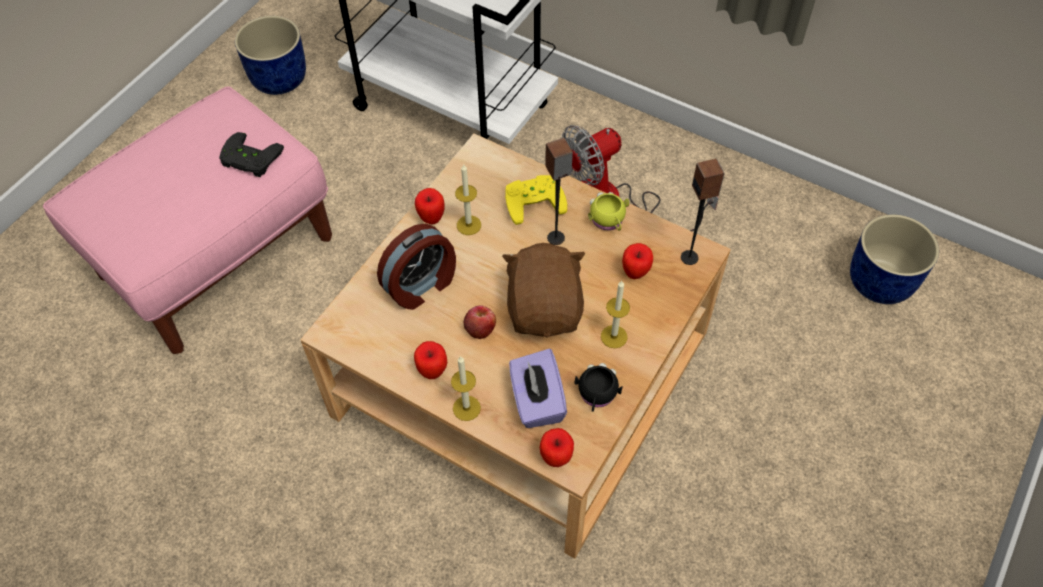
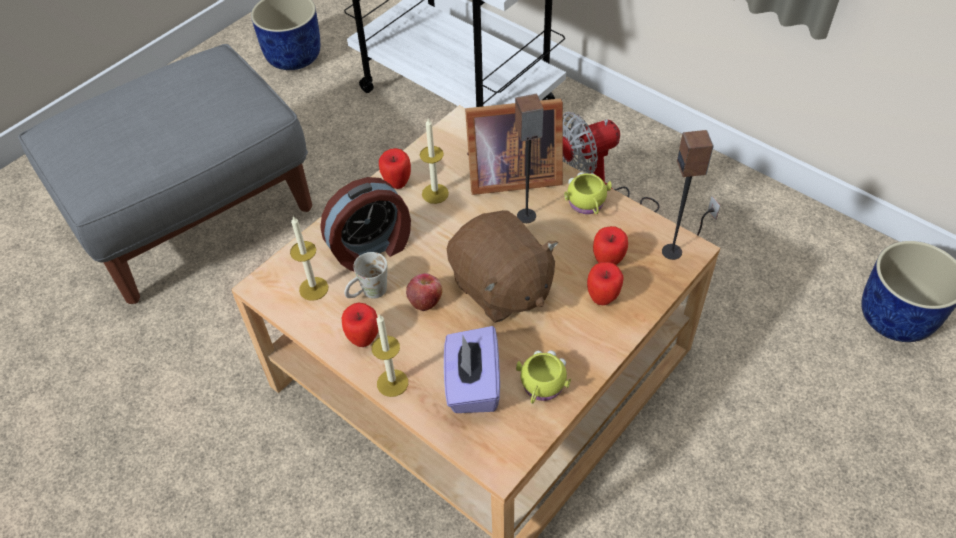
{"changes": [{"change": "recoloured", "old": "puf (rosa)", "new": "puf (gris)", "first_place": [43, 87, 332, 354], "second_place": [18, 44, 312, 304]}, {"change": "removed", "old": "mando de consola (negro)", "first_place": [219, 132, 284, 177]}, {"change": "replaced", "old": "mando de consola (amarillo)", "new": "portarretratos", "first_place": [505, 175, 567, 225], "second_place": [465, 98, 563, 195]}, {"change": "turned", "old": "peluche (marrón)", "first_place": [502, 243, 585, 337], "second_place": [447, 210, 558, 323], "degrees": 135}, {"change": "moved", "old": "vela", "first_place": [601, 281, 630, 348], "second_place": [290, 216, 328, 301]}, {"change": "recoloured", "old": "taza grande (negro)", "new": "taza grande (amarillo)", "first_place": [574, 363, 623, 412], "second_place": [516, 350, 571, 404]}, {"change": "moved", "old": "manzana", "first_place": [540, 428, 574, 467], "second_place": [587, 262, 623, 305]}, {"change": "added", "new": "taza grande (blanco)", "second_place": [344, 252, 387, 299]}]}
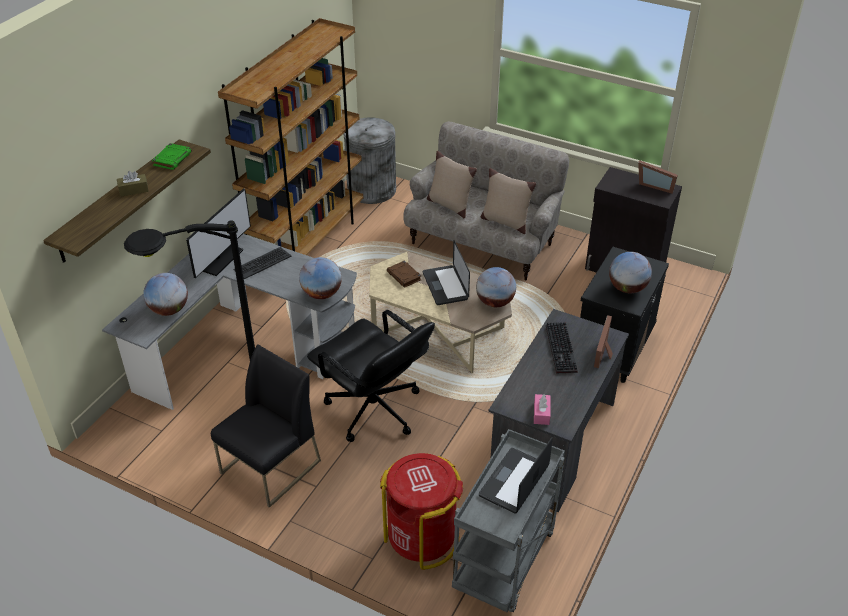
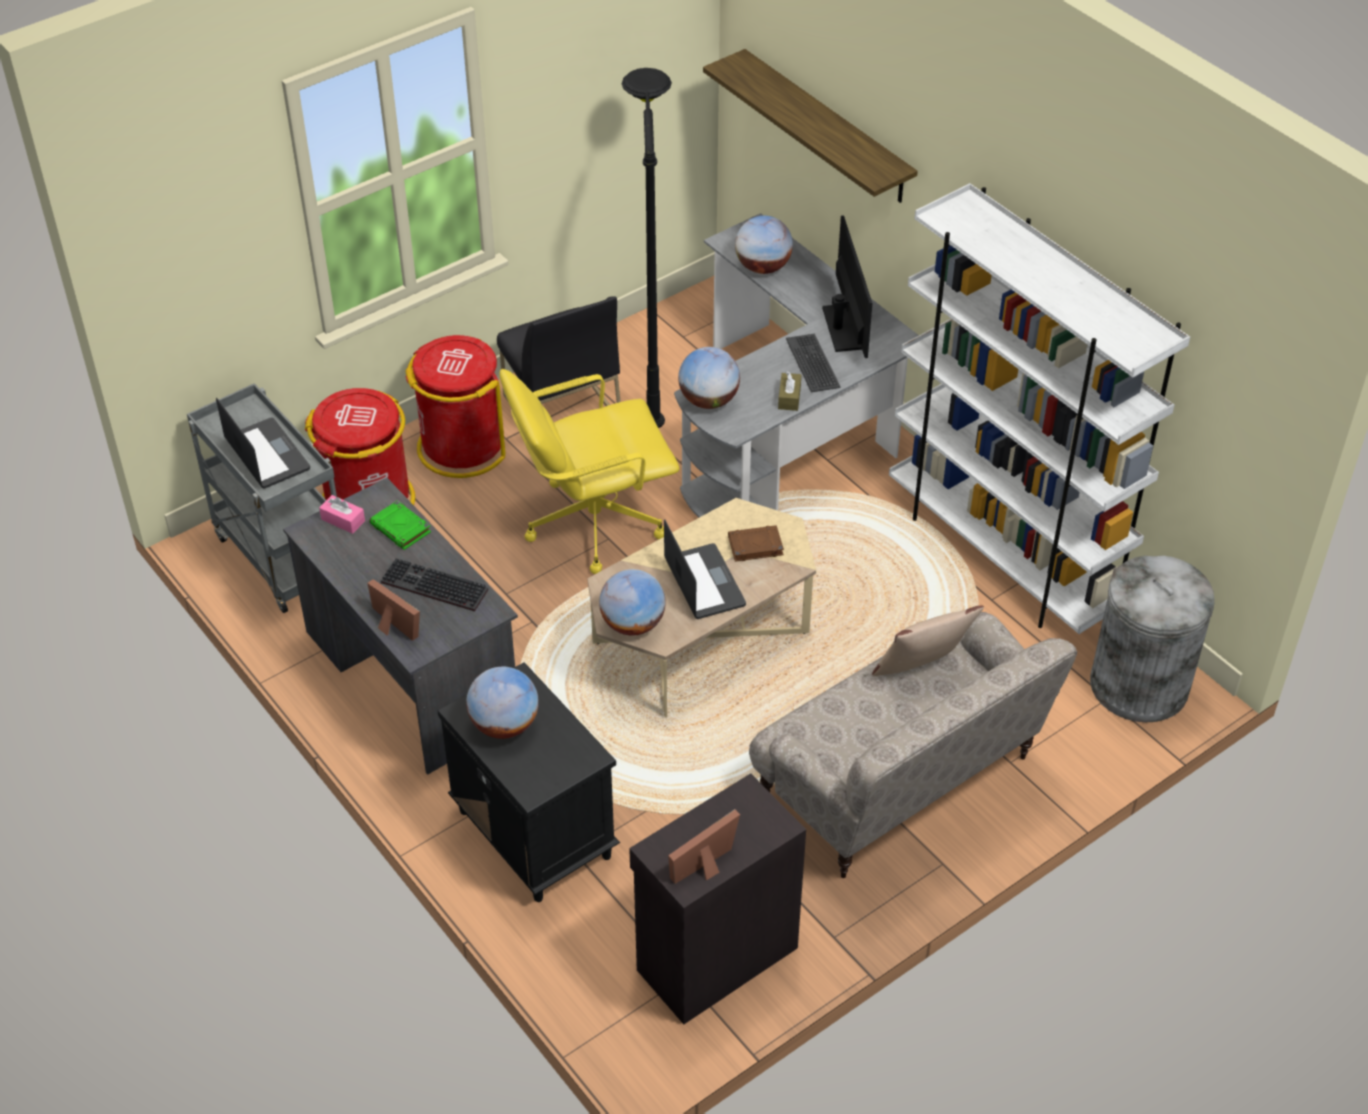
{"changes": [{"change": "recoloured", "old": "estantería (marrón)", "new": "estantería (blanco)", "first_place": [218, 18, 363, 255], "second_place": [889, 183, 1190, 634]}, {"change": "moved", "old": "libro (verde)", "first_place": [152, 143, 192, 170], "second_place": [369, 500, 431, 550]}, {"change": "removed", "old": "cojín (beis)", "first_place": [481, 168, 536, 234]}, {"change": "moved", "old": "caja de pañuelos (marrón)", "first_place": [117, 171, 149, 197], "second_place": [778, 371, 801, 411]}, {"change": "turned", "old": "monitor", "first_place": [186, 188, 251, 278], "second_place": [822, 215, 872, 358], "degrees": -150}, {"change": "turned", "old": "portátil", "first_place": [423, 240, 470, 305], "second_place": [664, 519, 746, 619], "degrees": 60}, {"change": "recoloured", "old": "silla de oficina (negro)", "new": "silla de oficina (amarillo)", "first_place": [307, 310, 435, 442], "second_place": [500, 369, 679, 574]}, {"change": "added", "new": "papelera (rojo)", "second_place": [405, 335, 505, 478]}]}
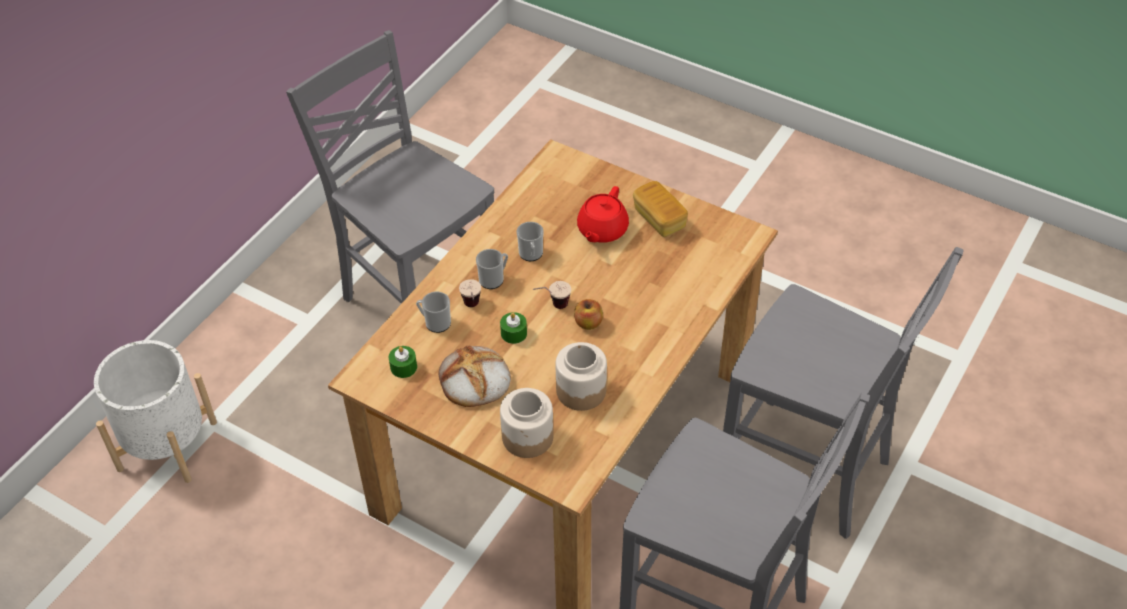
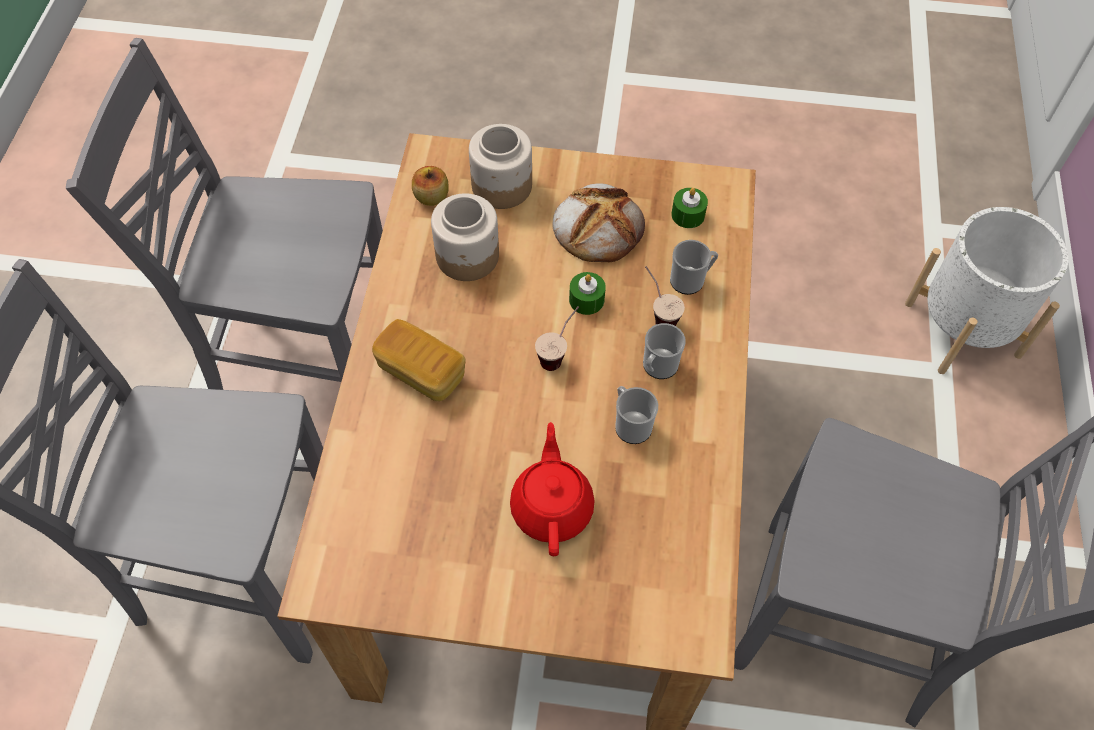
{"changes": [{"change": "moved", "old": "pan", "first_place": [633, 181, 688, 237], "second_place": [372, 319, 465, 401]}, {"change": "moved", "old": "manzana", "first_place": [574, 299, 603, 330], "second_place": [412, 166, 449, 206]}]}
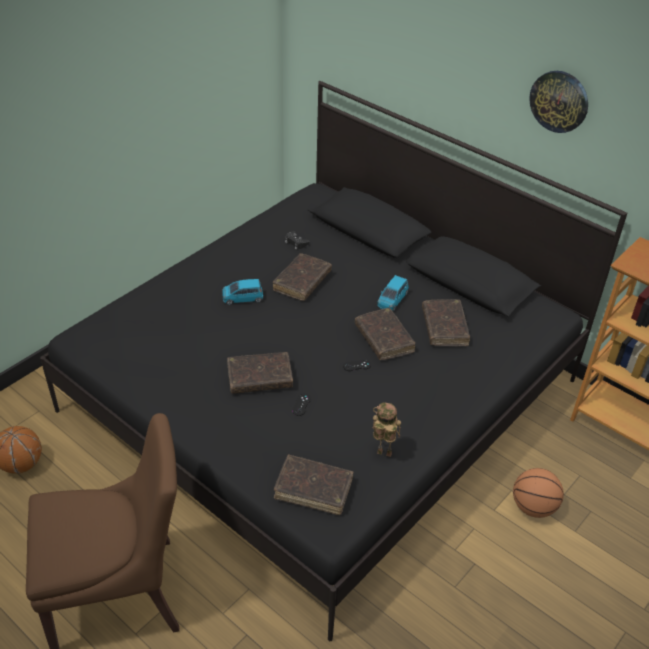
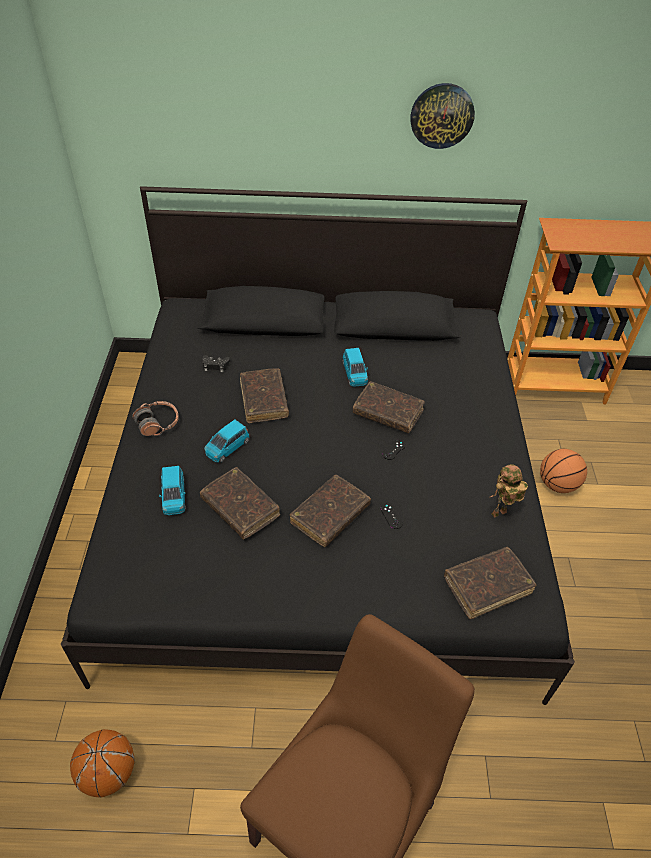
{"changes": [{"change": "moved", "old": "libro (marrón)", "first_place": [422, 299, 470, 346], "second_place": [200, 467, 280, 539]}, {"change": "added", "new": "auriculares", "second_place": [132, 401, 179, 436]}, {"change": "added", "new": "coche de juguete (azul)", "second_place": [159, 466, 186, 515]}]}
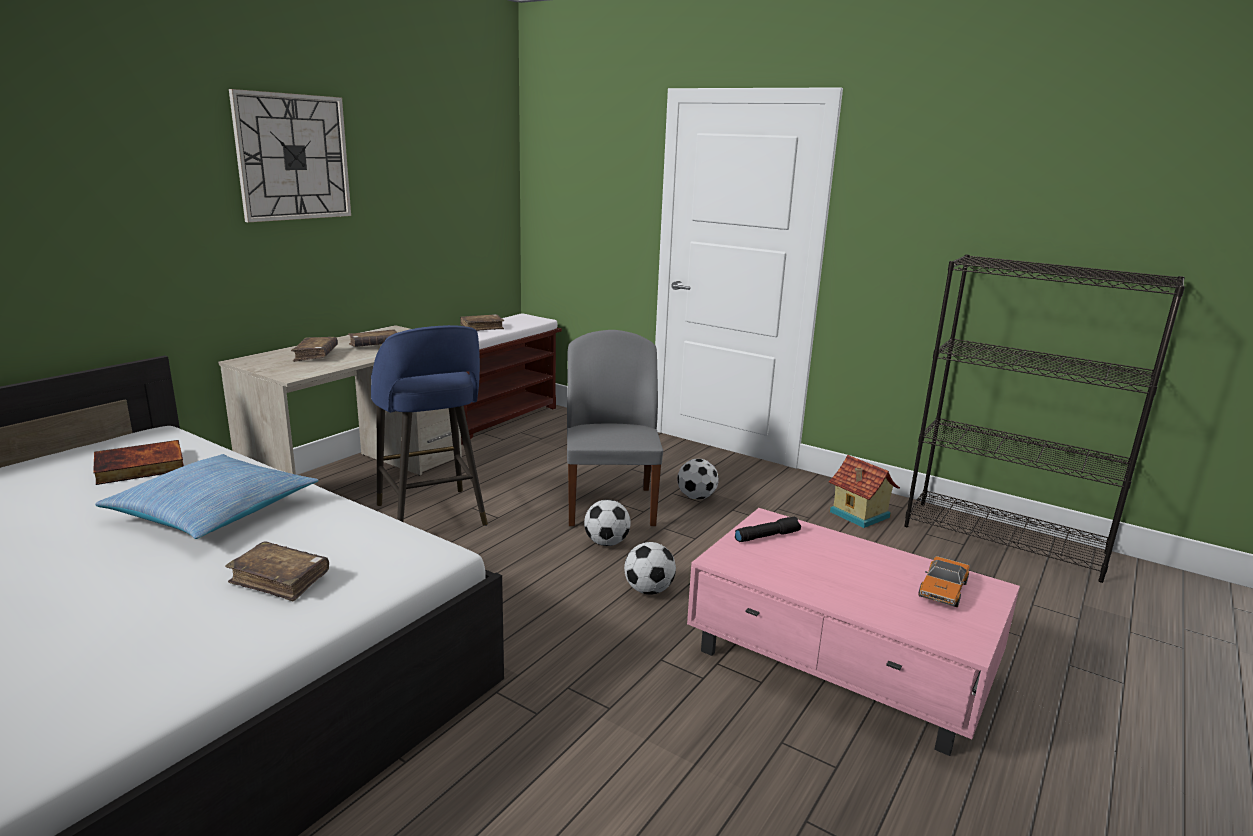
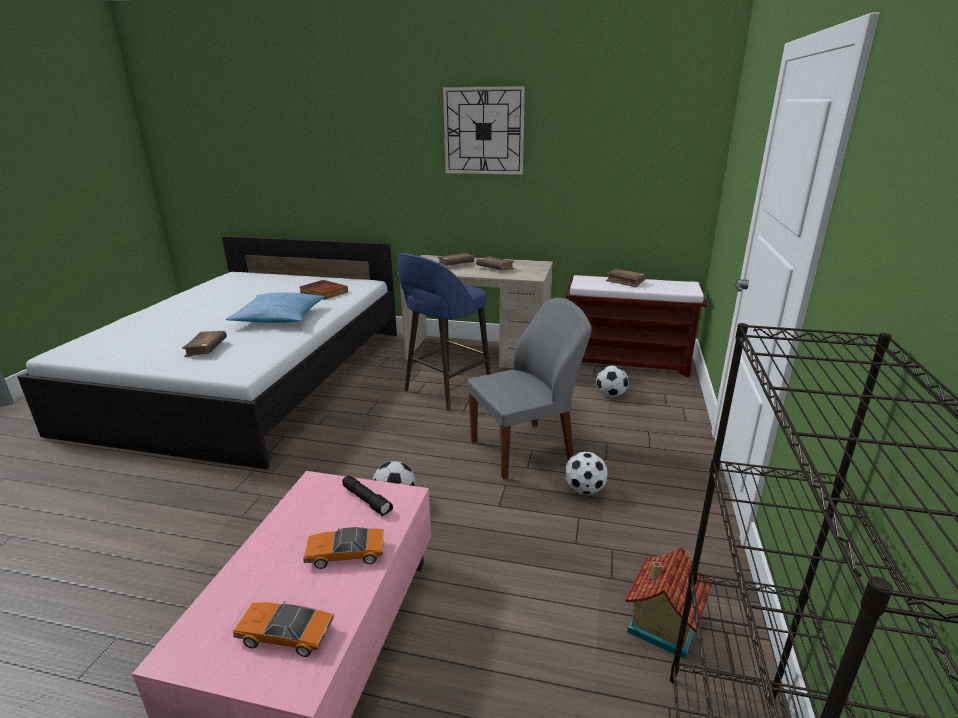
{"changes": [{"change": "moved", "old": "balón de fútbol", "first_place": [584, 499, 631, 546], "second_place": [596, 366, 629, 397]}, {"change": "added", "new": "coche de juguete", "second_place": [303, 527, 384, 569]}]}
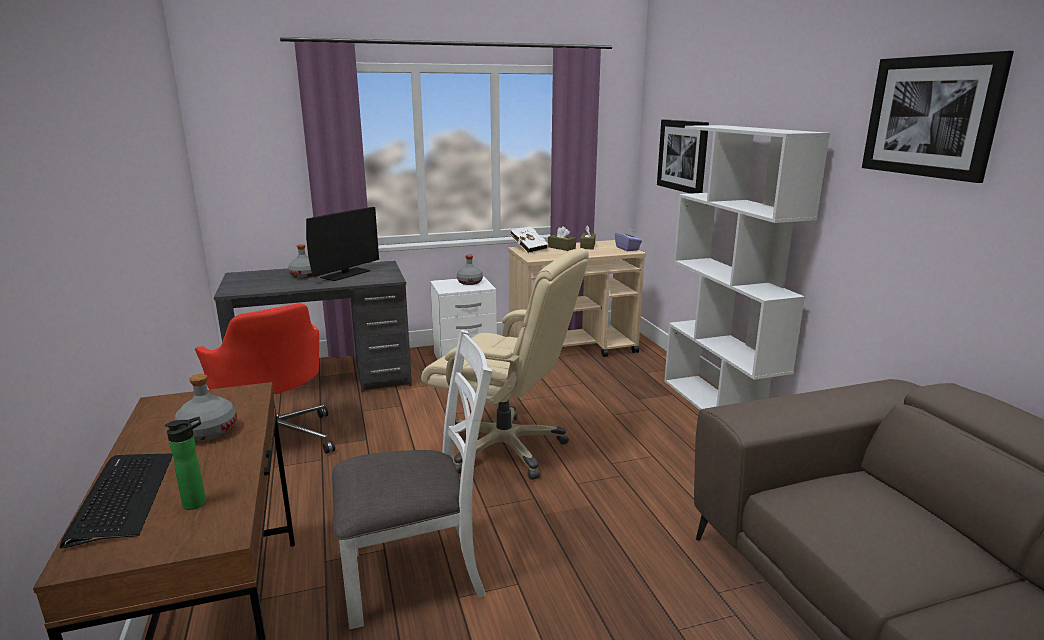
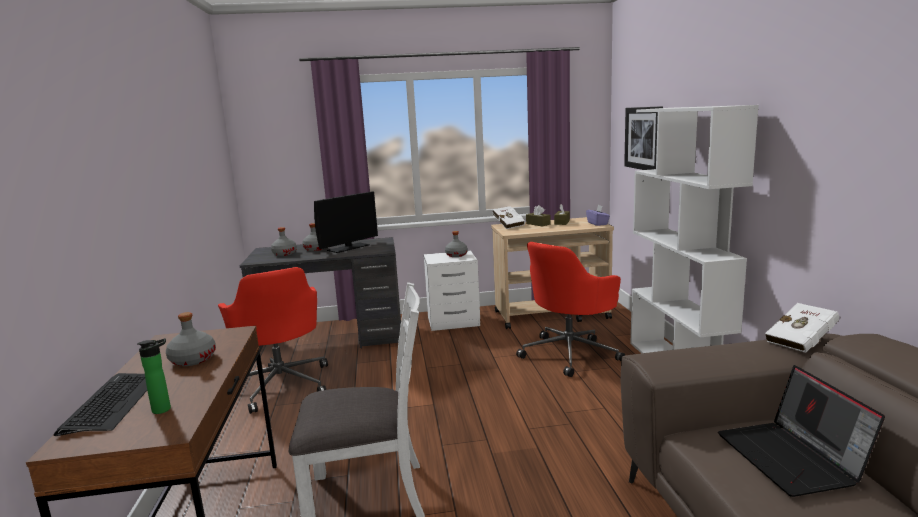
{"changes": [{"change": "removed", "old": "cuadro", "first_place": [862, 51, 1014, 183]}, {"change": "removed", "old": "silla de oficina (beis)", "first_place": [421, 248, 589, 480]}, {"change": "added", "new": "botella (gris)", "second_place": [271, 227, 297, 256]}, {"change": "added", "new": "silla de oficina (rojo)", "second_place": [516, 242, 625, 377]}, {"change": "added", "new": "libro (blanco)", "second_place": [765, 303, 839, 353]}, {"change": "added", "new": "portátil", "second_place": [718, 365, 885, 497]}]}
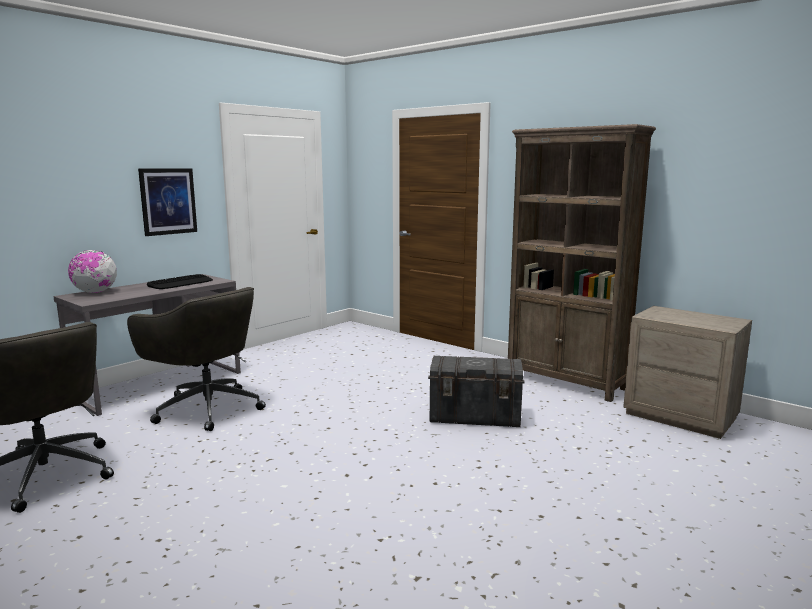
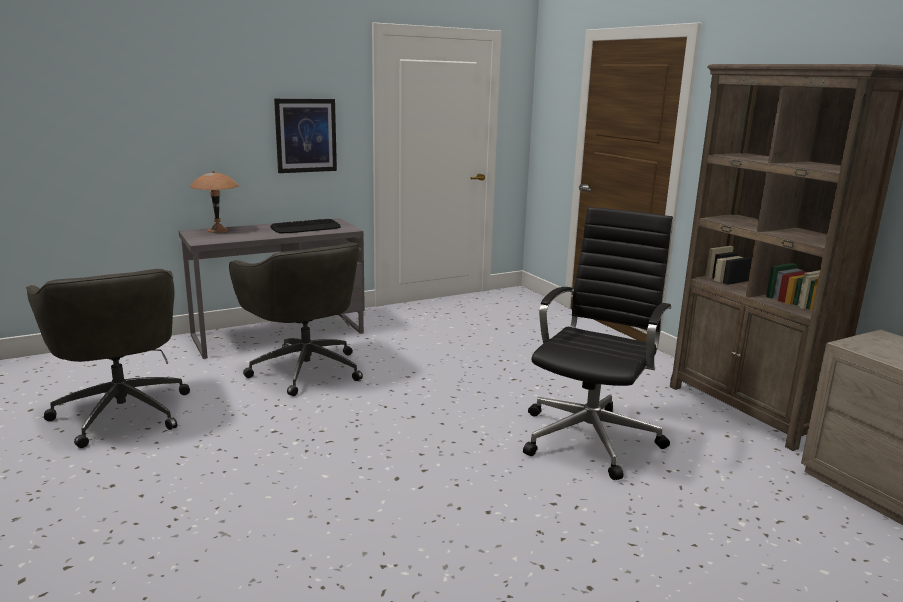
{"changes": [{"change": "replaced", "old": "globo terráqueo", "new": "lámpara de mesa (marrón)", "first_place": [68, 250, 117, 293], "second_place": [190, 170, 239, 233]}, {"change": "replaced", "old": "caja de almacenaje (gris)", "new": "silla de oficina (negro)", "first_place": [428, 356, 525, 427], "second_place": [523, 207, 673, 480]}]}
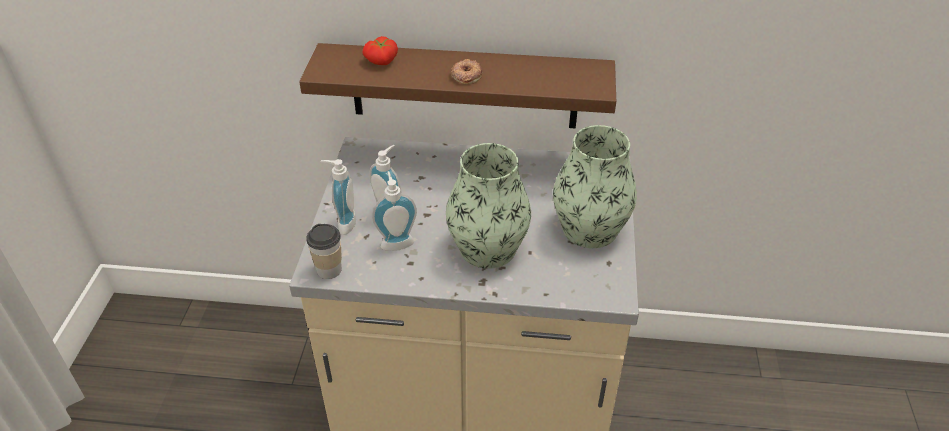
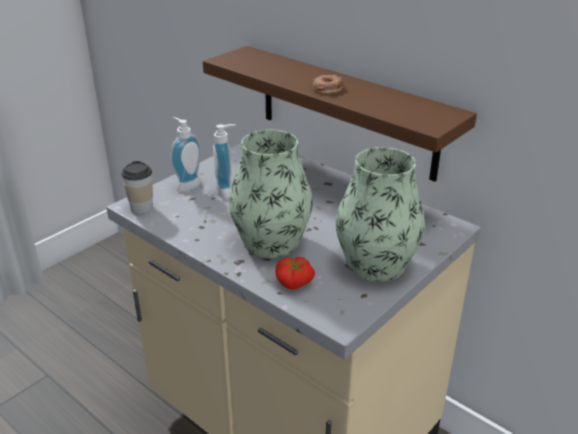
{"changes": [{"change": "moved", "old": "tomate", "first_place": [362, 36, 398, 65], "second_place": [276, 257, 315, 290]}, {"change": "removed", "old": "dispensador de jabón", "first_place": [372, 171, 417, 251]}]}
